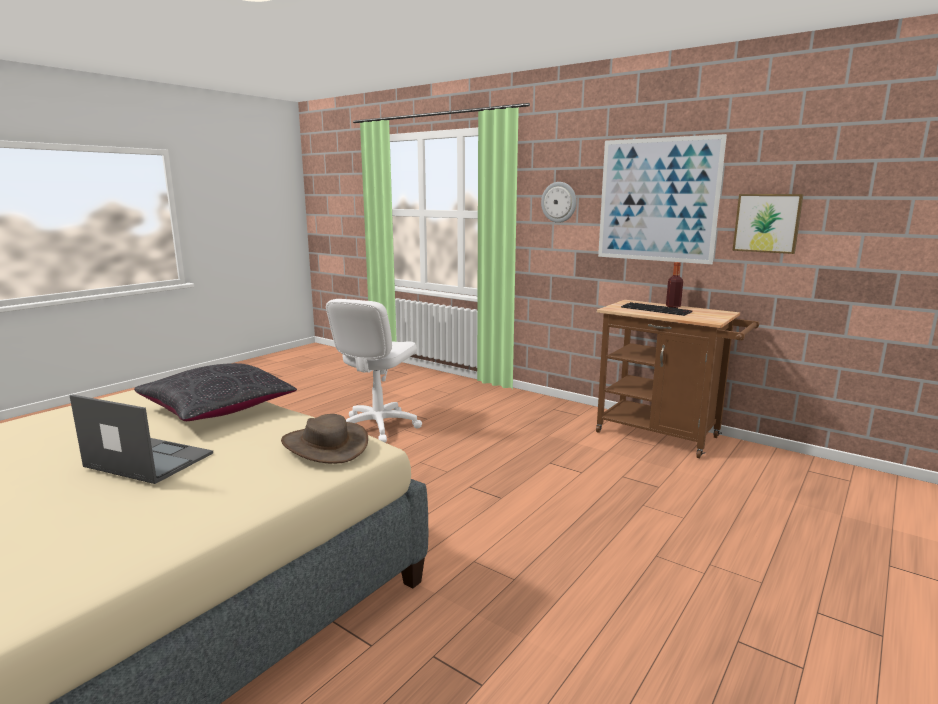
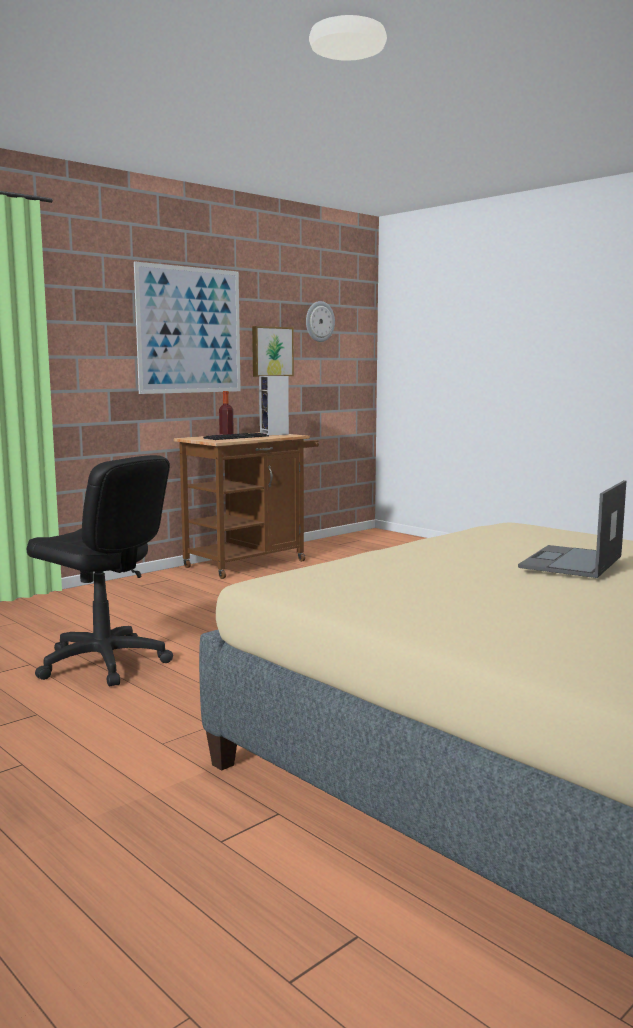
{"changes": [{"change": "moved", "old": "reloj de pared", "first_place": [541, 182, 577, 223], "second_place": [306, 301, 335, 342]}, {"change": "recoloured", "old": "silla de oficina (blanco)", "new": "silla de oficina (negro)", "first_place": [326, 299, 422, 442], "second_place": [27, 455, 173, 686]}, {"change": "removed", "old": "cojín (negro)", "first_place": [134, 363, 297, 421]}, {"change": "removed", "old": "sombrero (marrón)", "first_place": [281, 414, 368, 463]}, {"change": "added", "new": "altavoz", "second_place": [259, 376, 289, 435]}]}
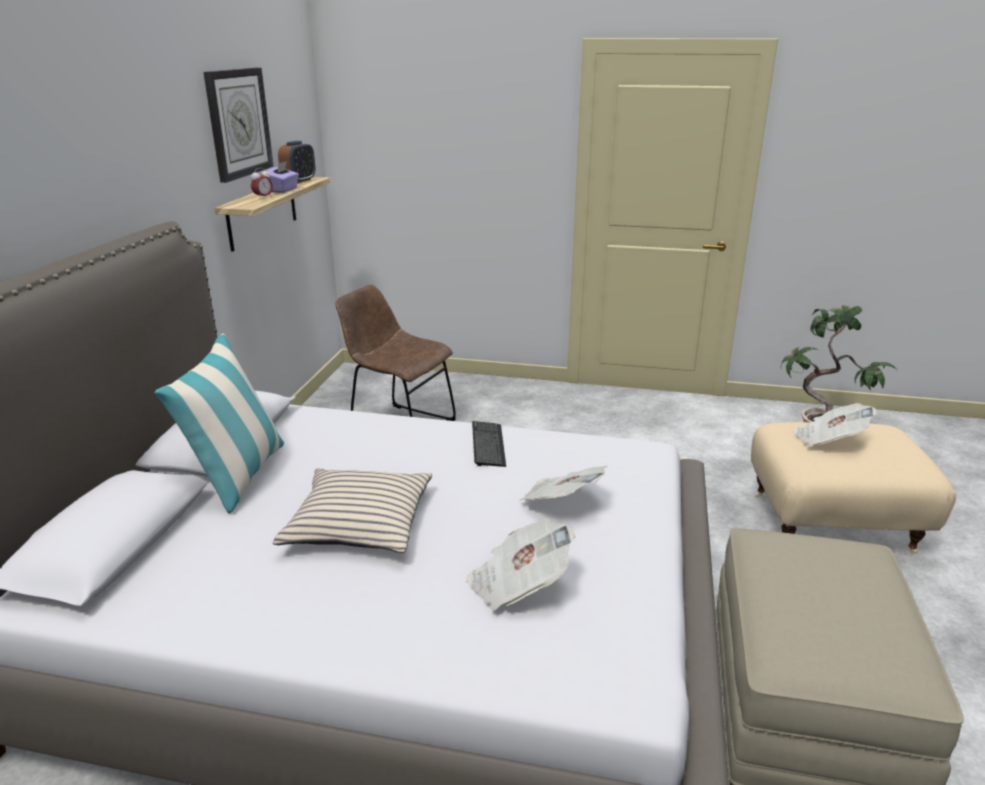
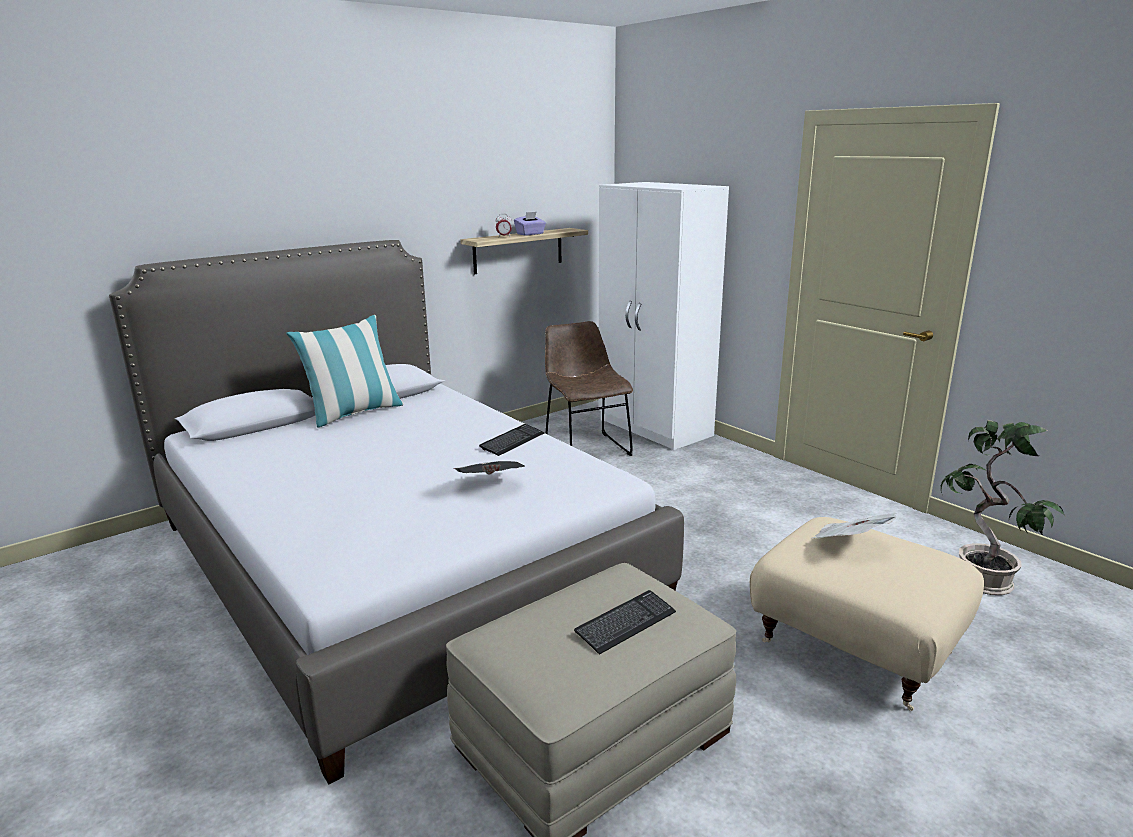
{"changes": [{"change": "removed", "old": "reloj de pared", "first_place": [203, 68, 274, 183]}, {"change": "removed", "old": "despertador", "first_place": [278, 141, 315, 183]}, {"change": "removed", "old": "cojín (beis)", "first_place": [273, 468, 432, 553]}, {"change": "removed", "old": "periódico", "first_place": [466, 518, 575, 611]}, {"change": "added", "new": "armario ropero (blanco)", "second_place": [599, 182, 729, 450]}, {"change": "added", "new": "teclado", "second_place": [574, 590, 676, 655]}]}
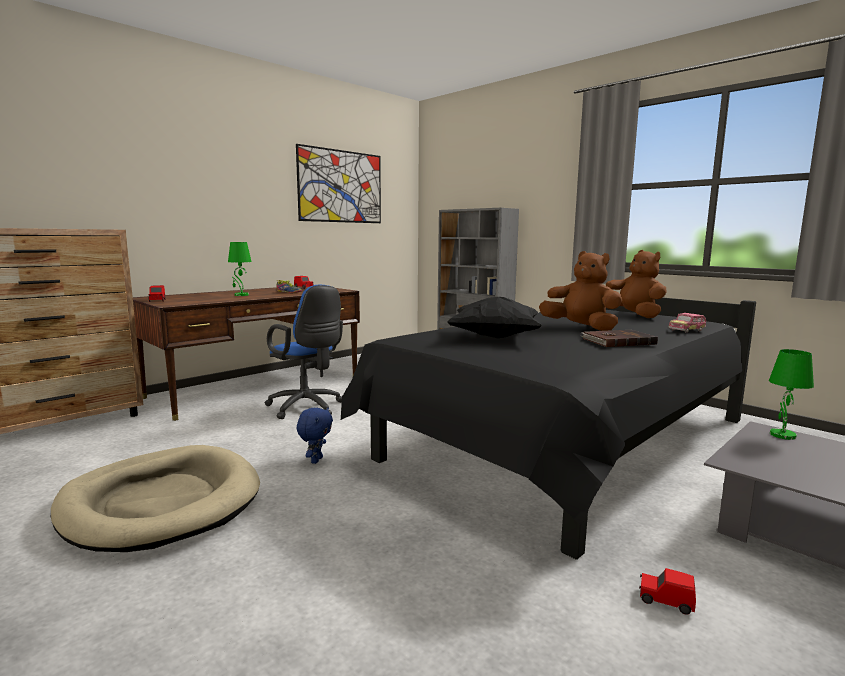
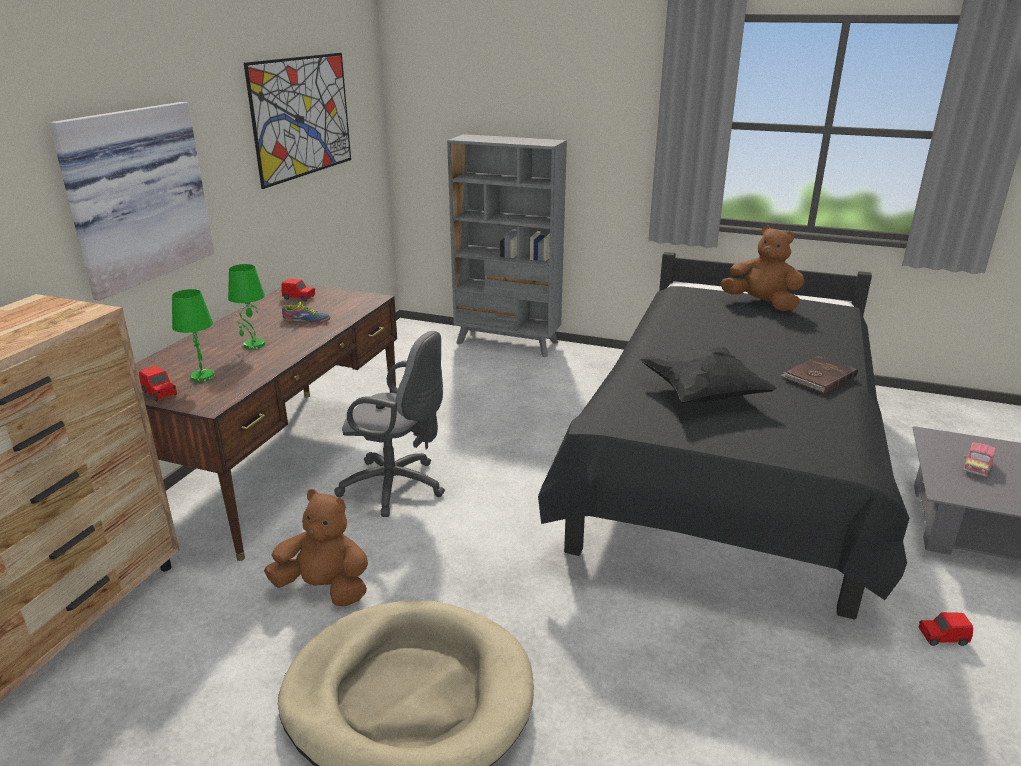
{"changes": [{"change": "moved", "old": "peluche (marrón)", "first_place": [539, 251, 622, 331], "second_place": [264, 489, 368, 606]}, {"change": "recoloured", "old": "silla de oficina (azul)", "new": "silla de oficina (gris)", "first_place": [265, 285, 343, 419], "second_place": [334, 331, 445, 517]}, {"change": "moved", "old": "coche de juguete", "first_place": [668, 313, 706, 333], "second_place": [963, 442, 996, 477]}, {"change": "moved", "old": "lámpara de mesa (verde)", "first_place": [769, 349, 814, 440], "second_place": [172, 289, 215, 382]}, {"change": "removed", "old": "peluche (azul)", "first_place": [296, 408, 333, 464]}, {"change": "added", "new": "cuadro", "second_place": [49, 102, 214, 300]}]}
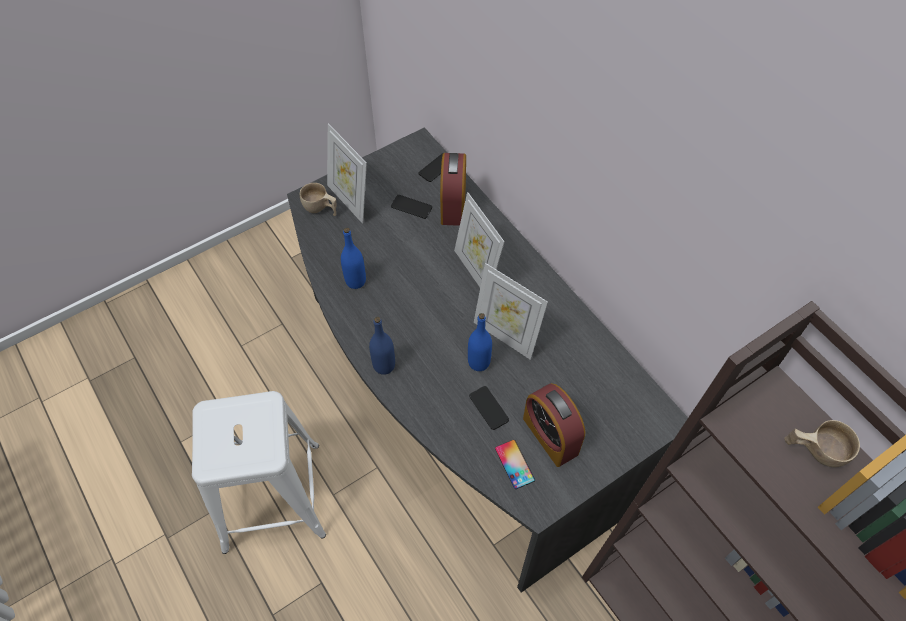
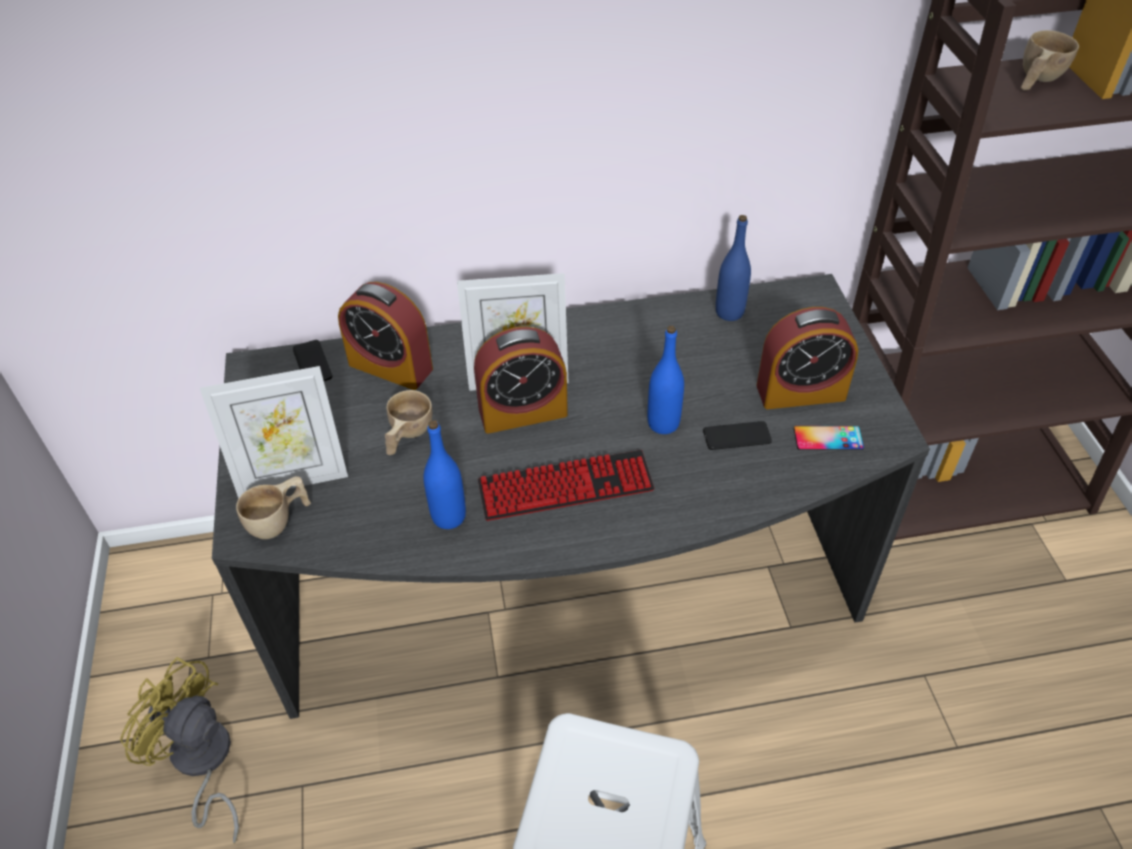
{"changes": [{"change": "removed", "old": "móvil", "first_place": [391, 195, 432, 219]}, {"change": "removed", "old": "portarretratos", "first_place": [474, 263, 548, 360]}, {"change": "moved", "old": "botella (azul)", "first_place": [369, 317, 395, 375], "second_place": [716, 215, 751, 321]}, {"change": "added", "new": "despertador", "second_place": [474, 326, 568, 434]}, {"change": "added", "new": "taza (beis)", "second_place": [385, 390, 432, 455]}, {"change": "added", "new": "teclado", "second_place": [478, 450, 654, 521]}, {"change": "added", "new": "ventilador (amarillo)", "second_place": [120, 657, 239, 844]}]}
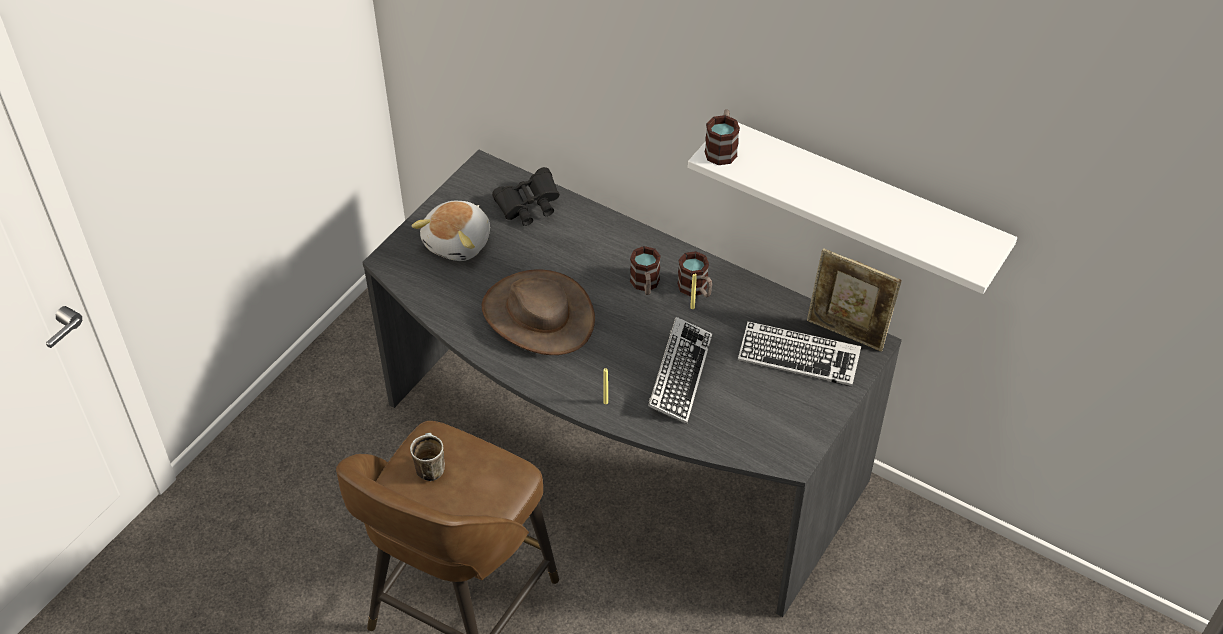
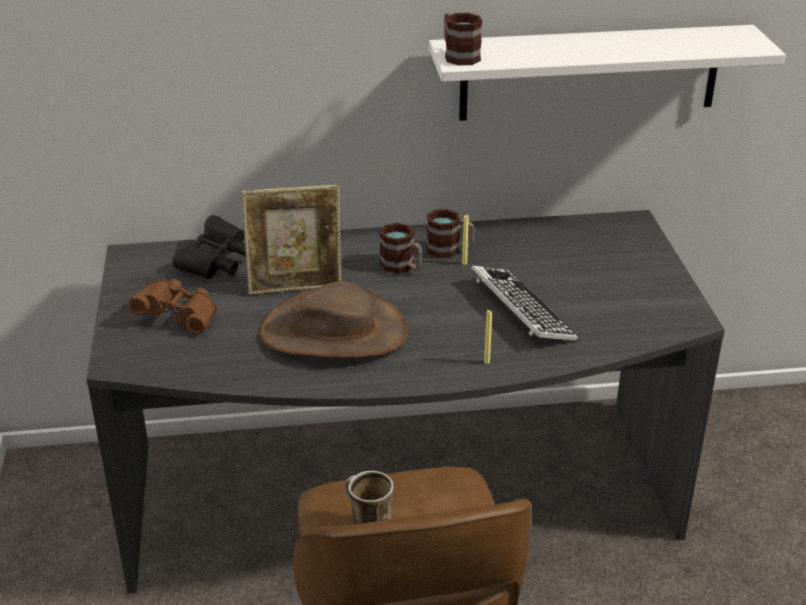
{"changes": [{"change": "replaced", "old": "peluche", "new": "prismáticos (marrón)", "first_place": [412, 201, 490, 261], "second_place": [128, 279, 217, 334]}, {"change": "moved", "old": "portarretratos", "first_place": [807, 248, 902, 352], "second_place": [242, 185, 342, 295]}, {"change": "removed", "old": "teclado", "first_place": [738, 321, 861, 387]}]}
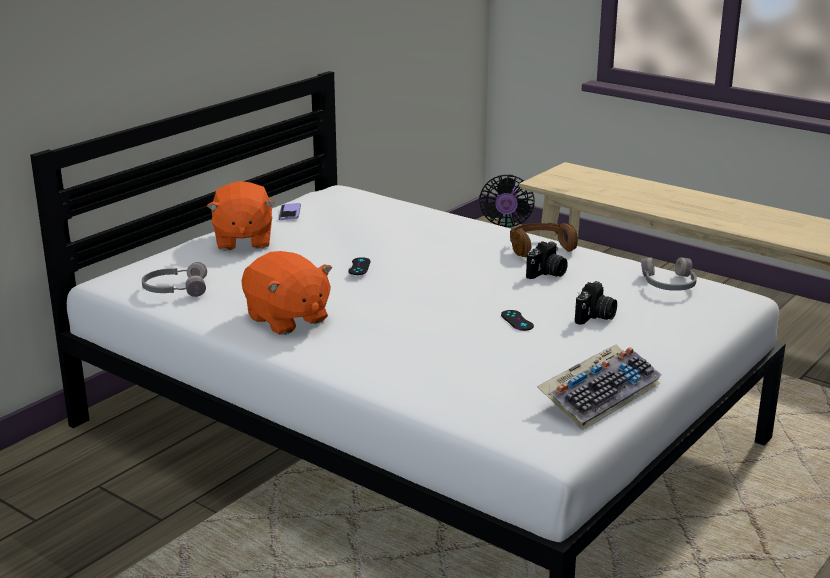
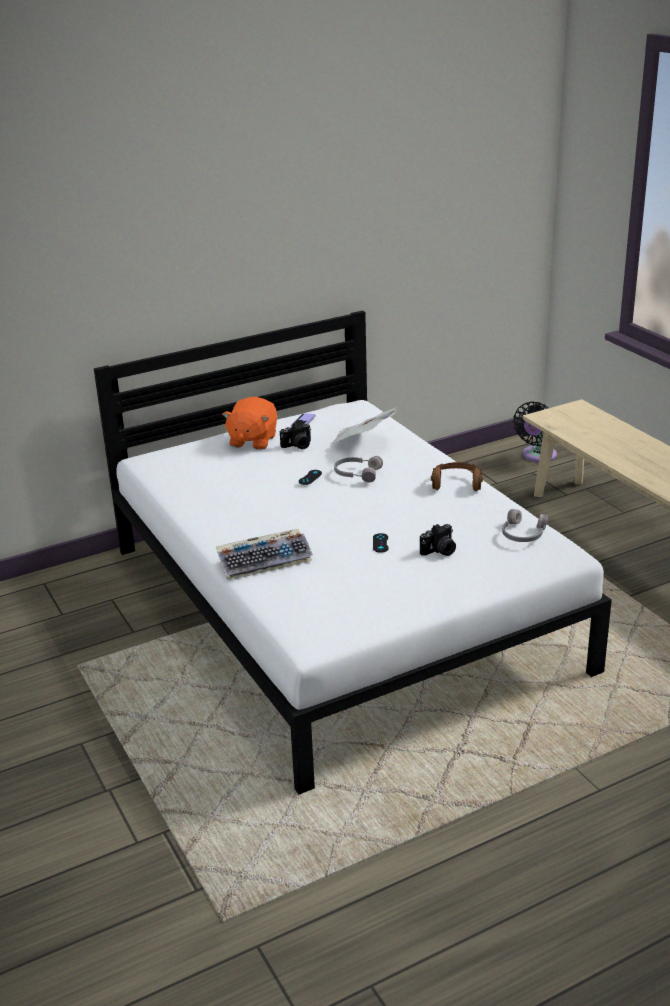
{"changes": [{"change": "moved", "old": "cámara", "first_place": [526, 241, 568, 279], "second_place": [280, 423, 311, 450]}, {"change": "removed", "old": "peluche (naranja)", "first_place": [242, 251, 332, 335]}, {"change": "moved", "old": "auriculares (gris)", "first_place": [142, 262, 207, 297], "second_place": [334, 456, 383, 482]}, {"change": "moved", "old": "teclado", "first_place": [537, 344, 662, 430], "second_place": [216, 529, 313, 580]}, {"change": "added", "new": "periódico", "second_place": [331, 407, 396, 444]}]}
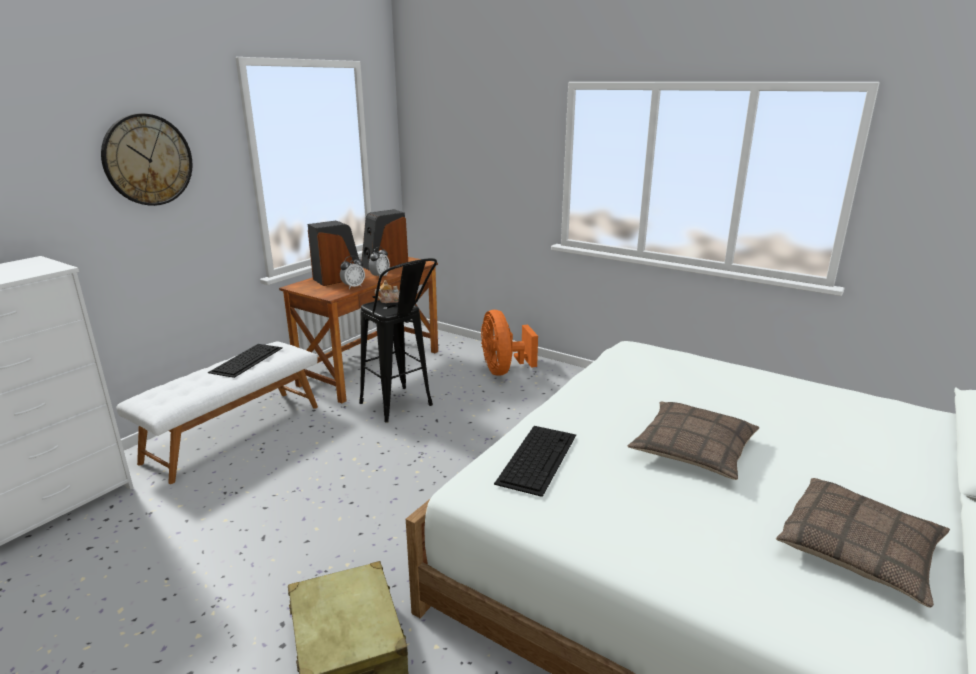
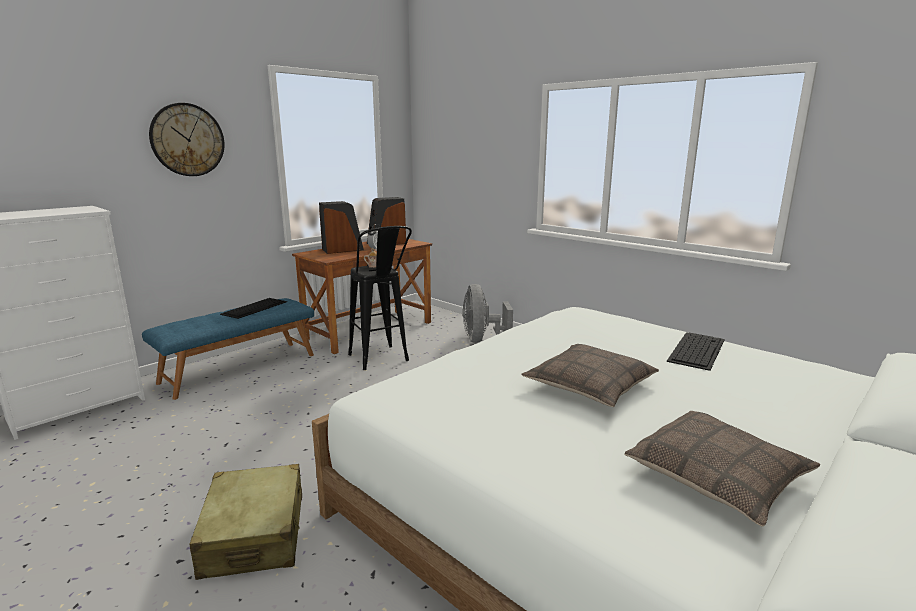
{"changes": [{"change": "removed", "old": "despertador", "first_place": [340, 256, 365, 289]}, {"change": "recoloured", "old": "ventilador (naranja)", "new": "ventilador (gris)", "first_place": [481, 310, 538, 375], "second_place": [462, 284, 513, 343]}, {"change": "recoloured", "old": "banco (blanco)", "new": "banco (azul)", "first_place": [116, 341, 318, 484], "second_place": [142, 298, 314, 400]}, {"change": "moved", "old": "teclado", "first_place": [494, 426, 576, 497], "second_place": [667, 332, 725, 371]}]}
